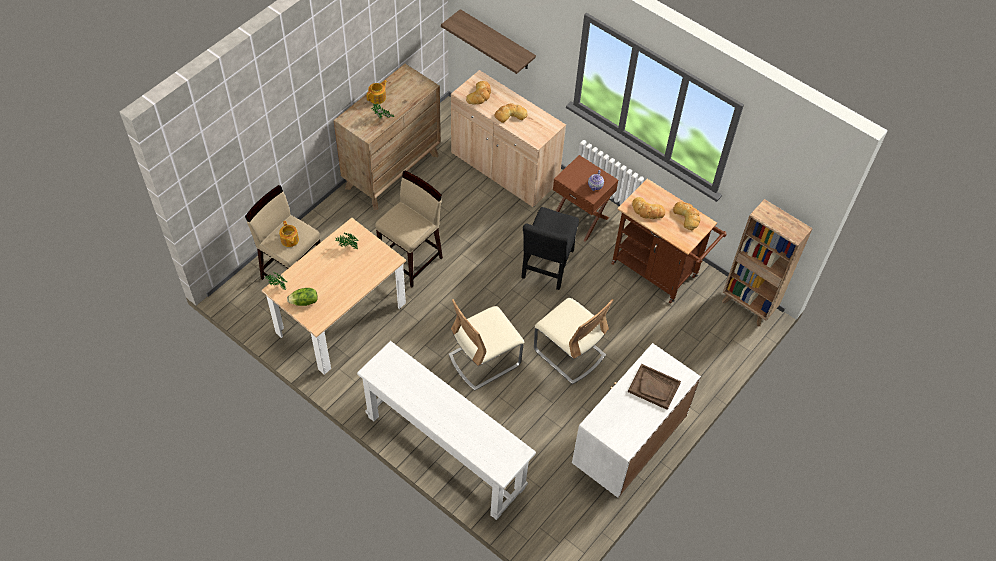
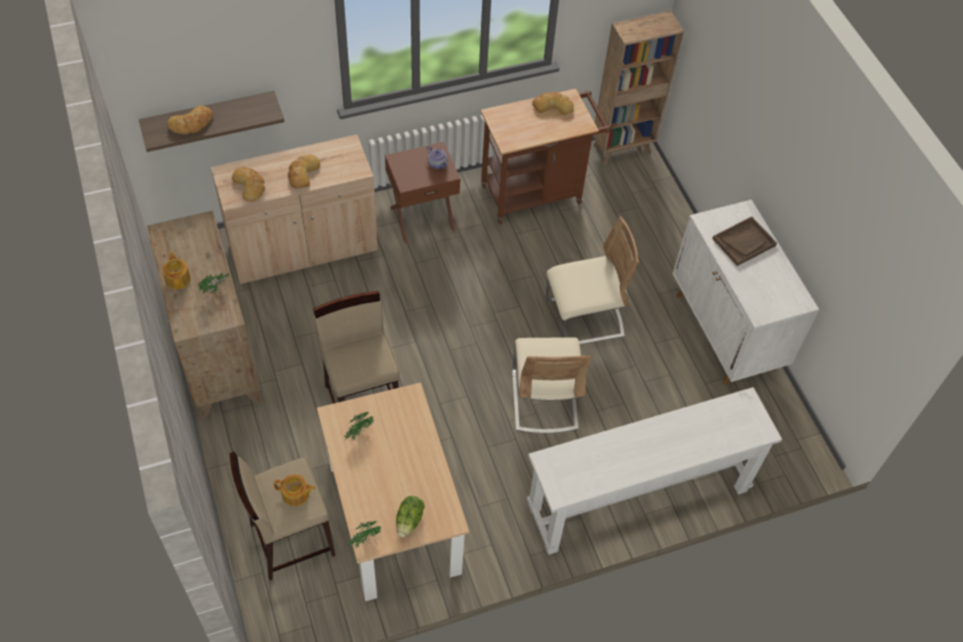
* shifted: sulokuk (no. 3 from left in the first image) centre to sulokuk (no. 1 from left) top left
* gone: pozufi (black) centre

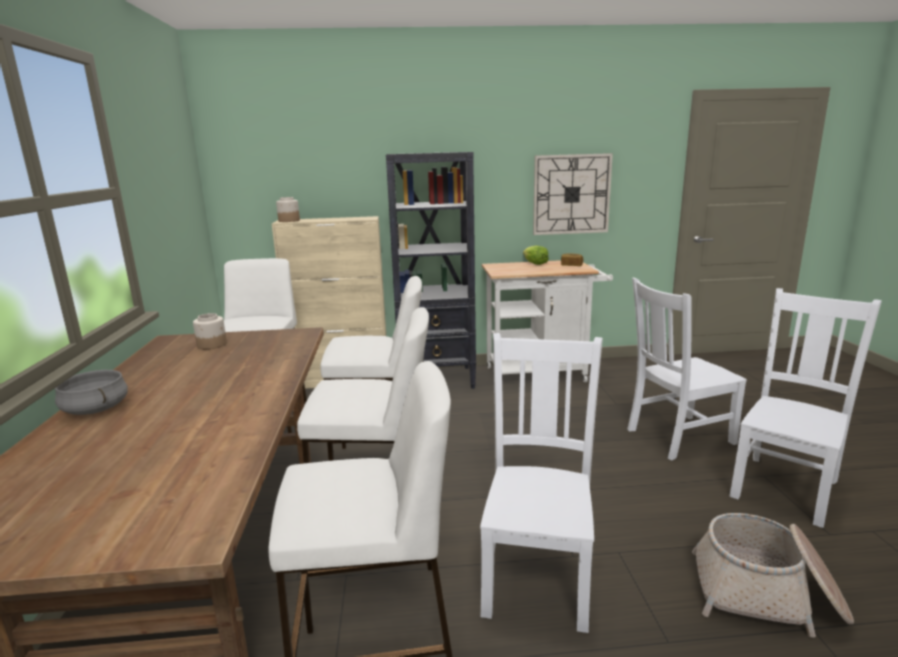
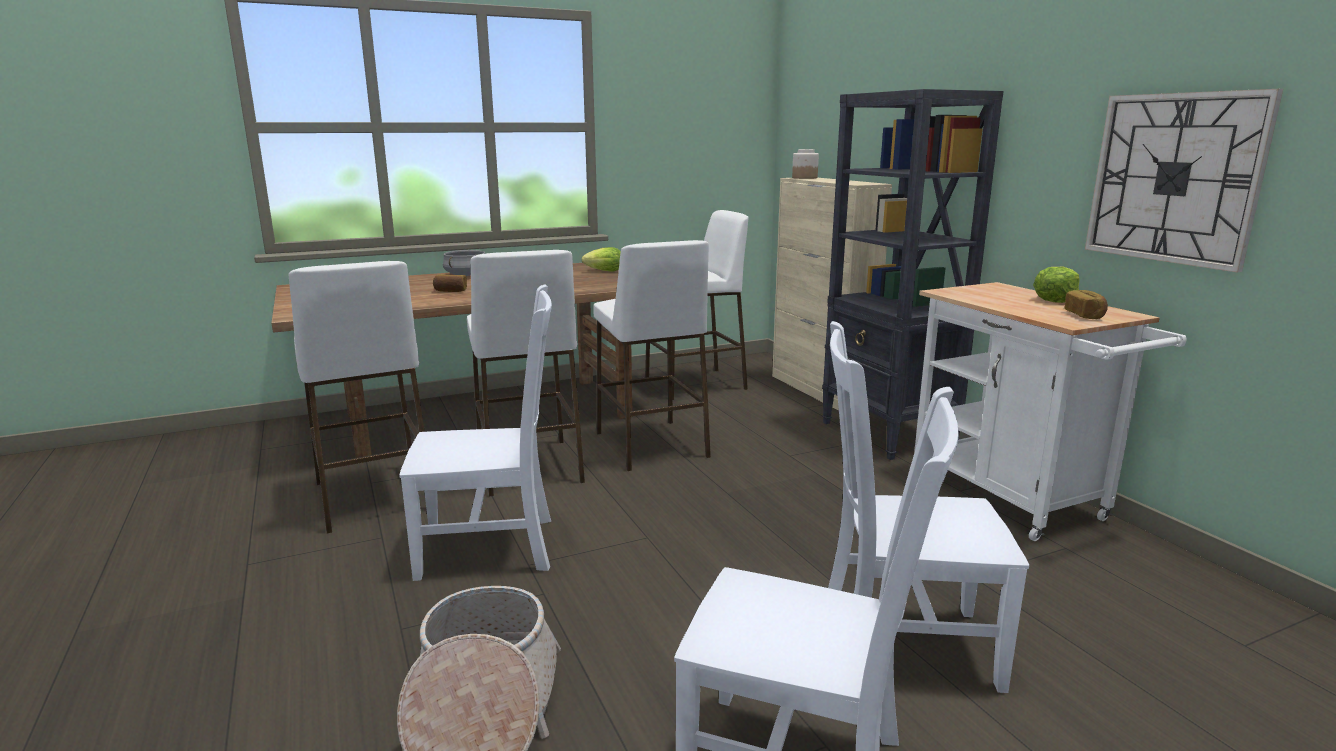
* rotated: pozufi (white) (no. 2 from left in the first image) middle right = bottom right 45 degrees counterclockwise
* swapped: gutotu (no. 1 from left) middle left to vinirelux (no. 1 from left) centre
* new: sulokuk (no. 1 from left) centre

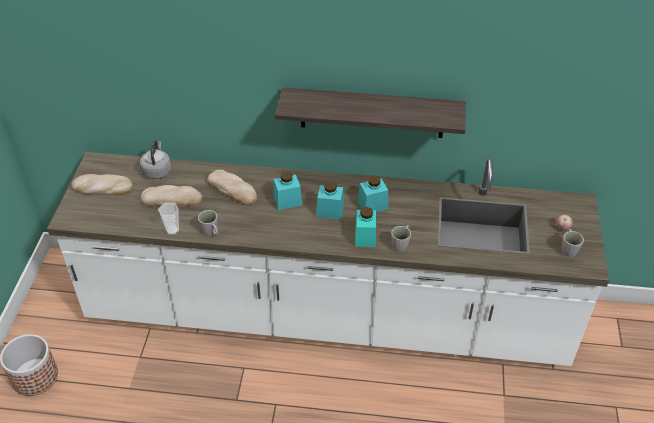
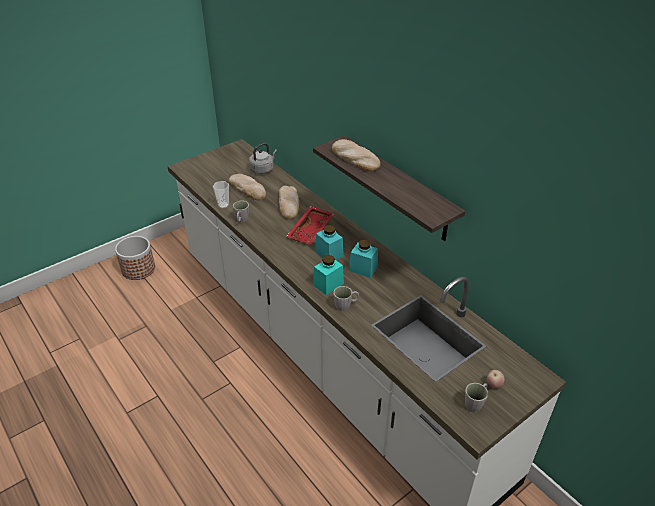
* swapped: gutotu (turquoise) (no. 1 from left) centre to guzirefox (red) centre
* shifted: sulokuk (no. 1 from left in the first image) middle left to sulokuk (no. 3 from left) top centre

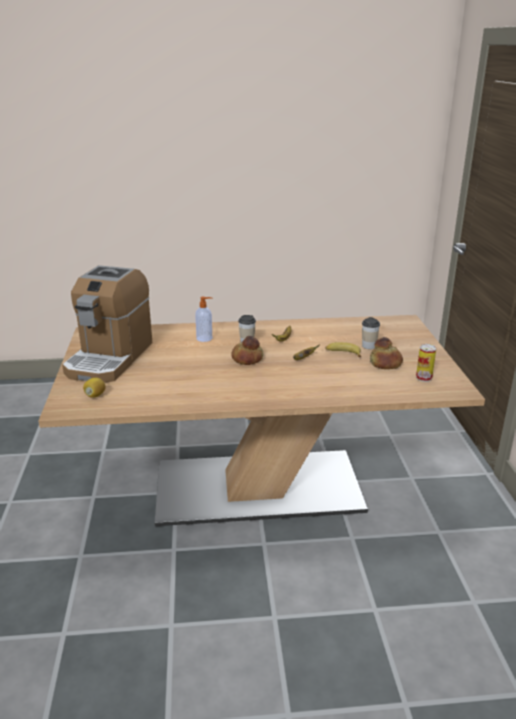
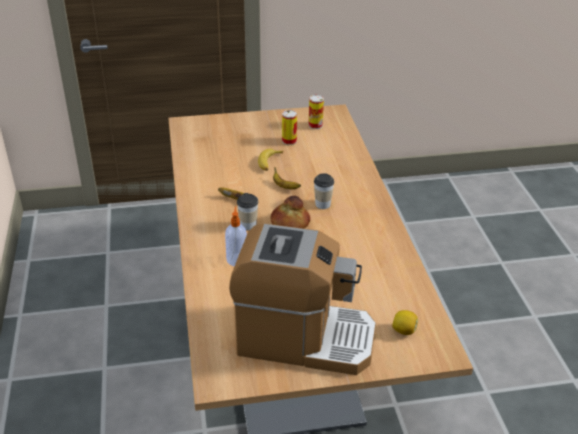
* shifted: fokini (no. 2 from left) middle right to centre
* swapped: sulokuk (no. 2 from left) middle right to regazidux (no. 1 from left) top centre

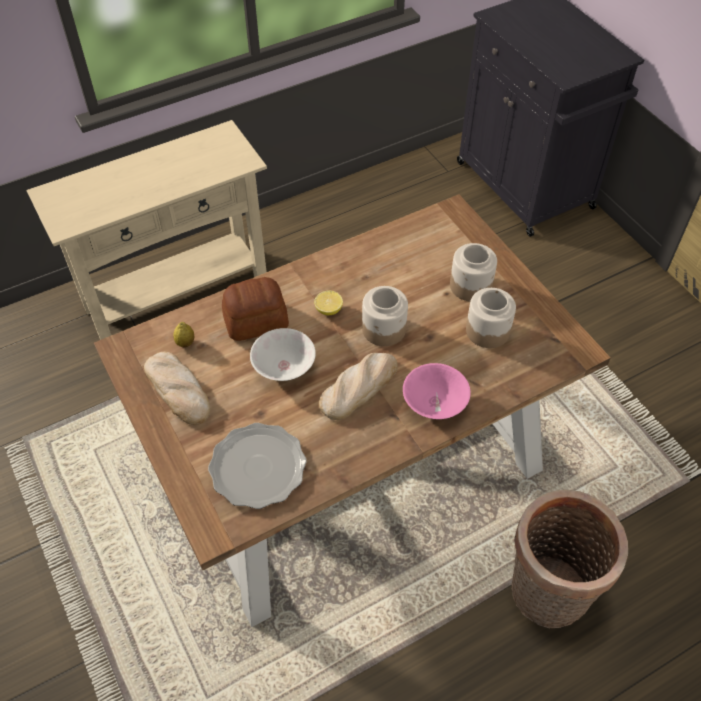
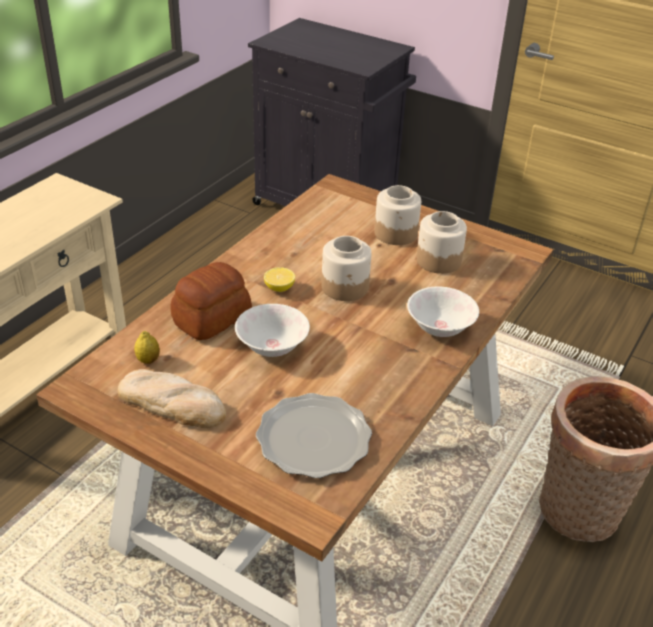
* gone: sulokuk (no. 3 from left) centre
* repainted: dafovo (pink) centre to dafovo (white) (no. 2 from left) middle right

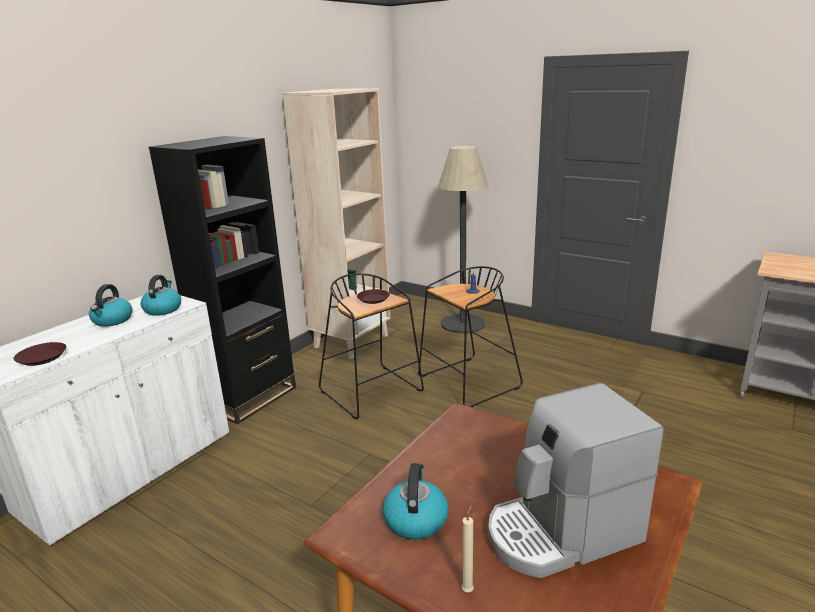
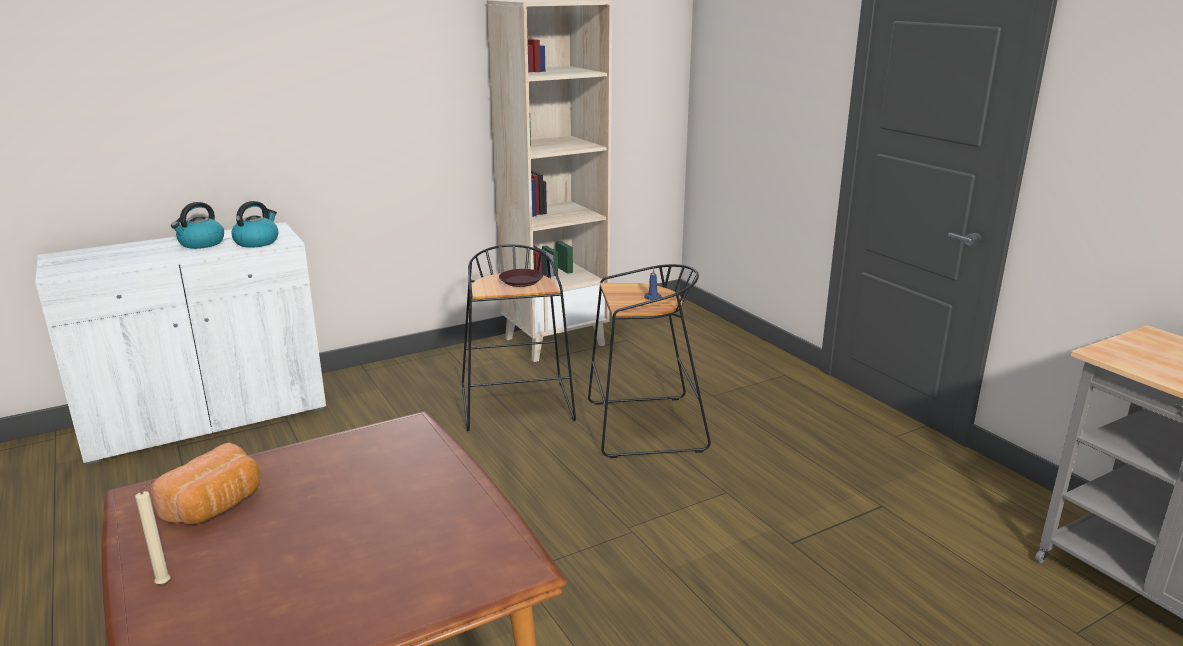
* gone: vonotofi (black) middle left
* gone: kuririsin centre
* gone: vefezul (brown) (no. 1 from left) middle left
* gone: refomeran bottom right
* swapped: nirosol (no. 3 from left) bottom centre to sulokuk bottom left

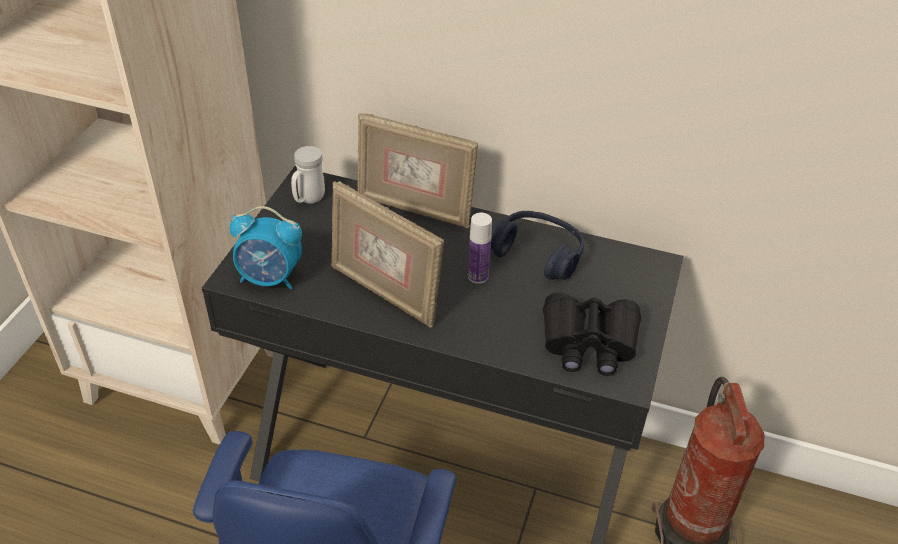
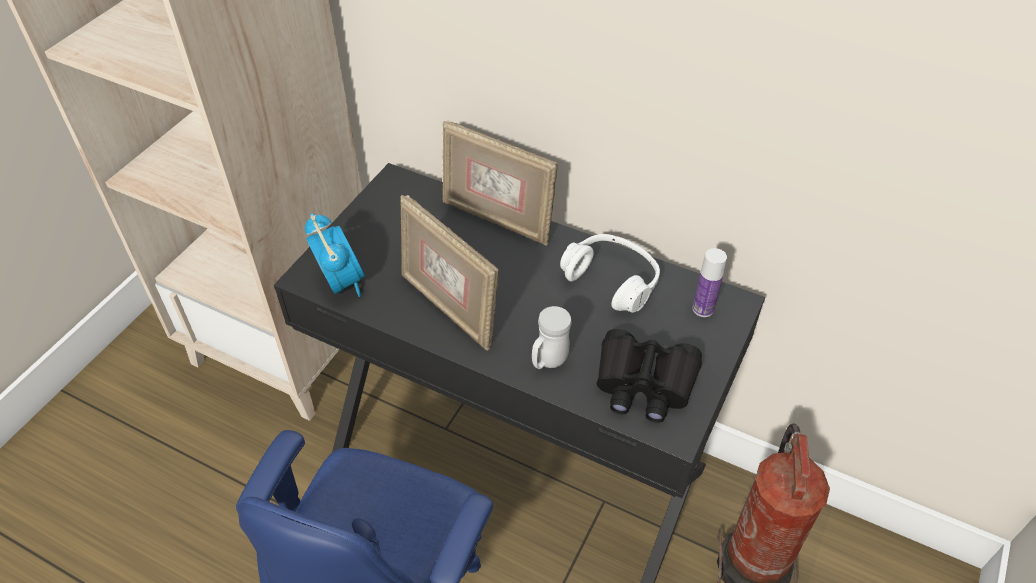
* shifted: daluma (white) top centre to centre
* rotated: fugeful middle left = middle left 135 degrees counterclockwise
* repainted: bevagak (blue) centre to bevagak (white) centre
* shifted: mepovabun centre to middle right

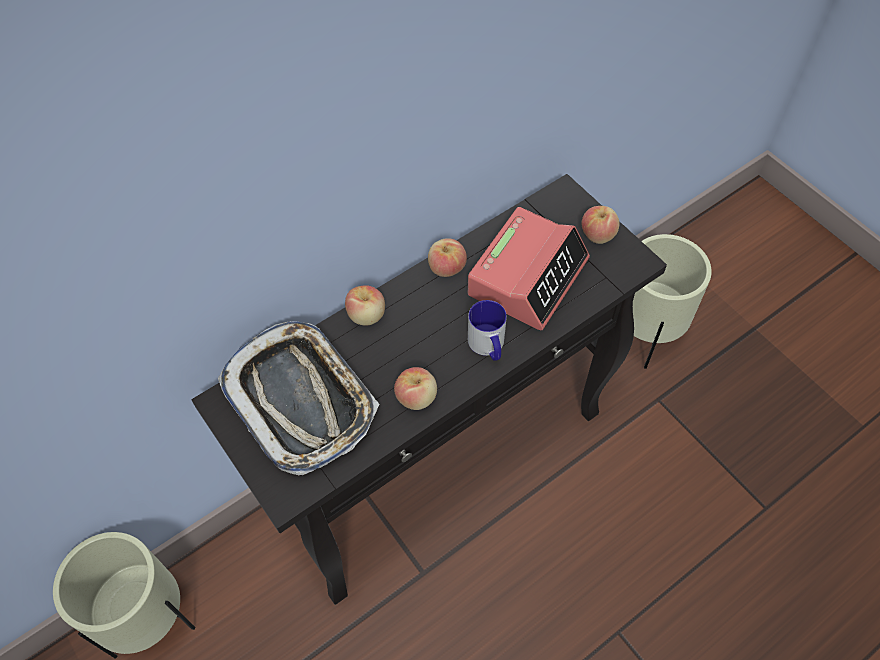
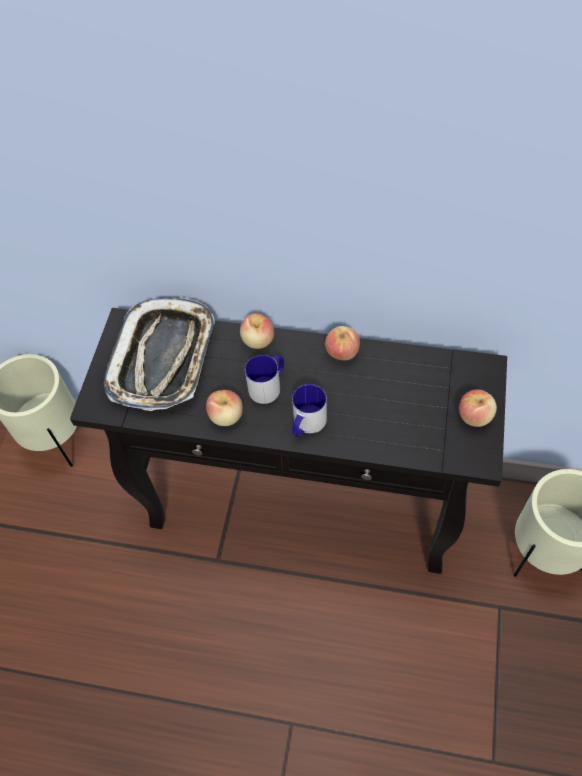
* gone: fugeful centre
* new: daluma (no. 1 from left) centre

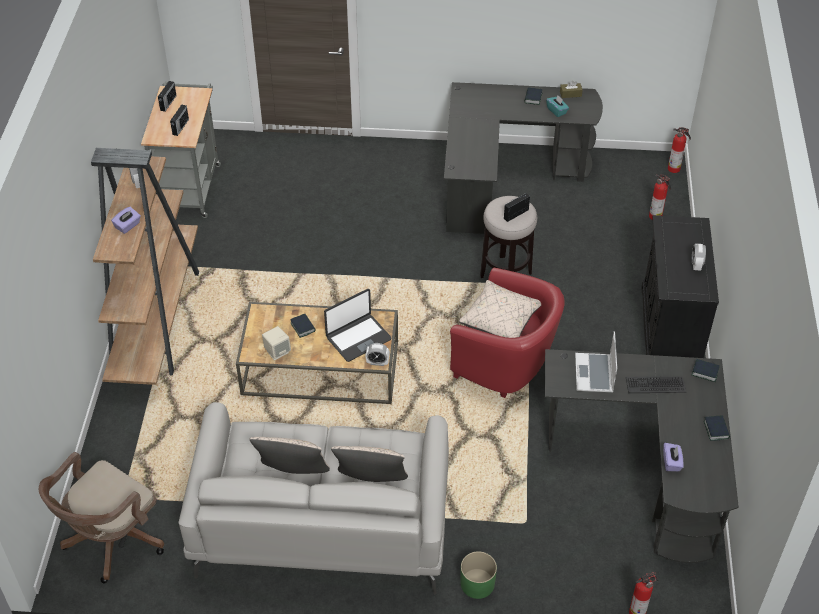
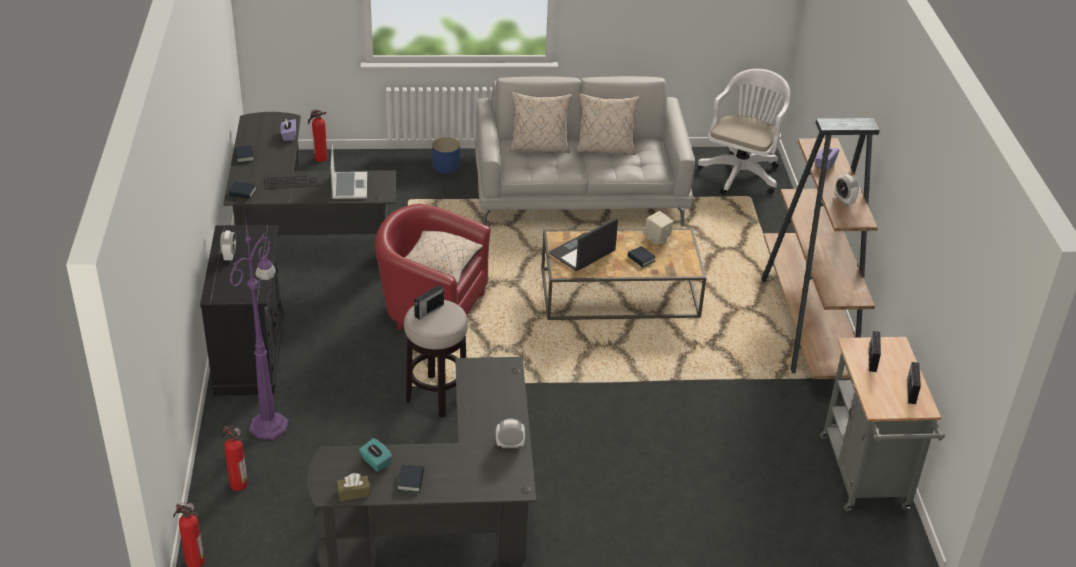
* shifted: fugeful (no. 2 from left) centre to bottom centre
* repainted: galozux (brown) bottom left to galozux (white) top right
* repainted: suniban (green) bottom centre to suniban (blue) top centre
* new: kuririsin (purple) middle left

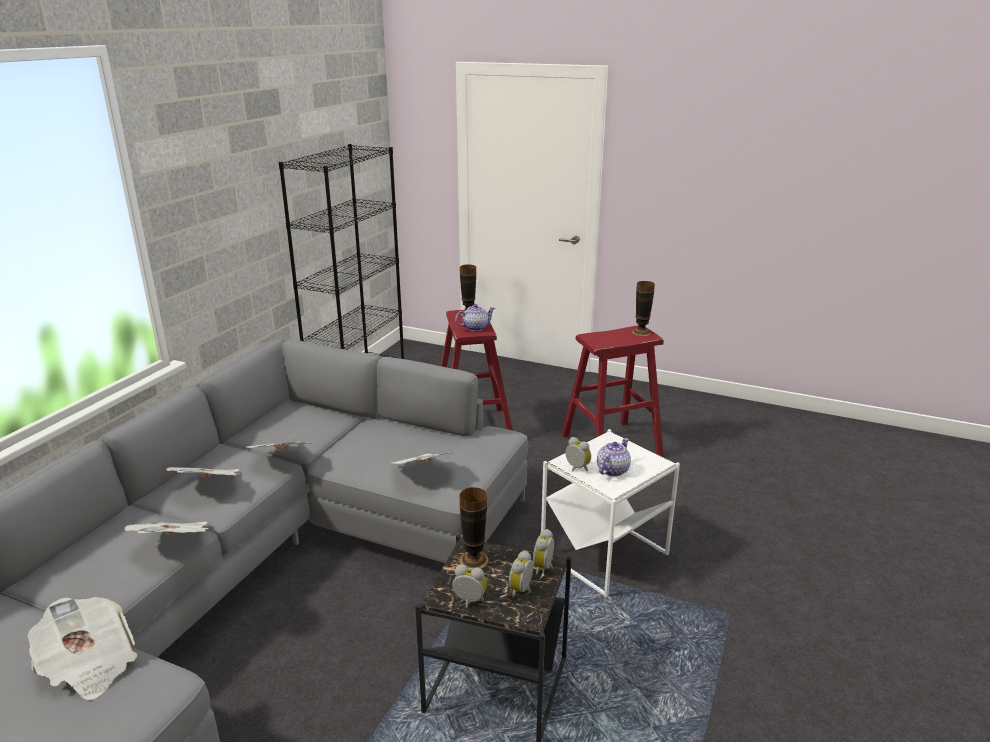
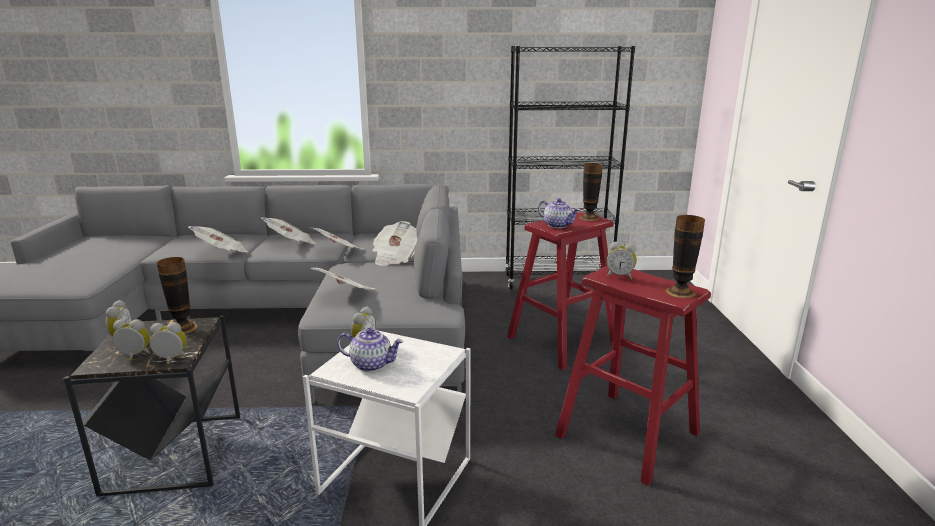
* shifted: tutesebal (no. 1 from left in the first image) bottom left to tutesebal (no. 5 from left) centre
* new: fugeful (no. 5 from left) centre

